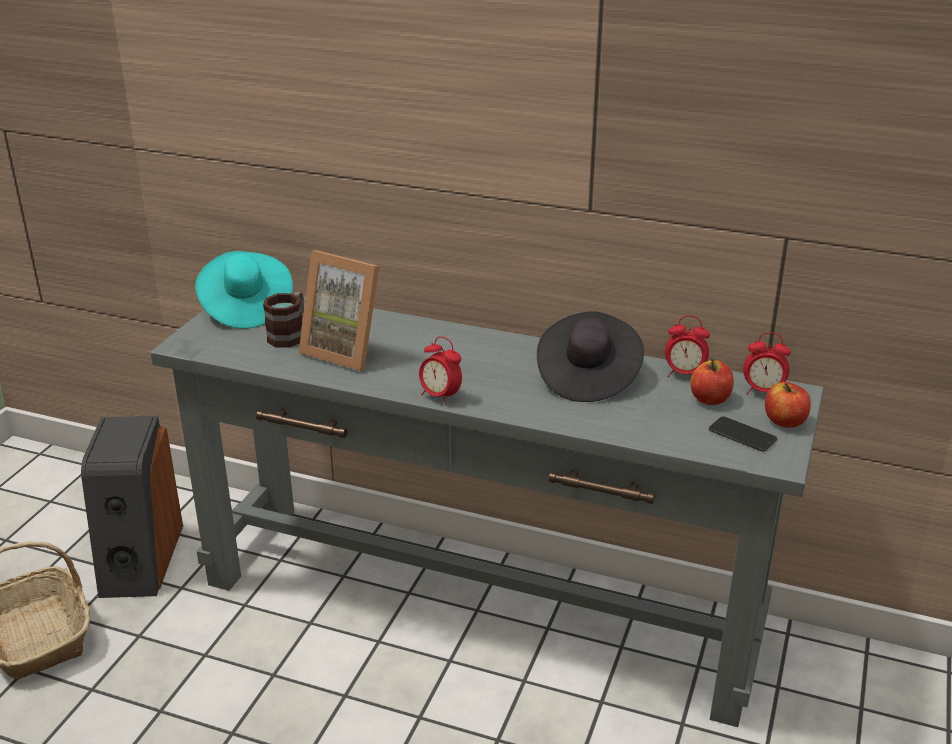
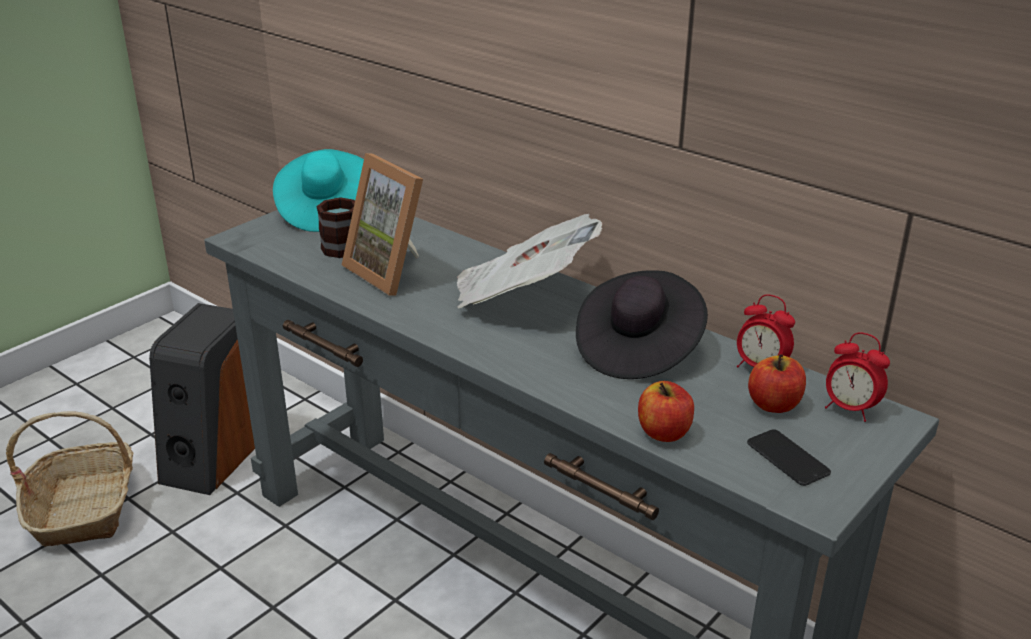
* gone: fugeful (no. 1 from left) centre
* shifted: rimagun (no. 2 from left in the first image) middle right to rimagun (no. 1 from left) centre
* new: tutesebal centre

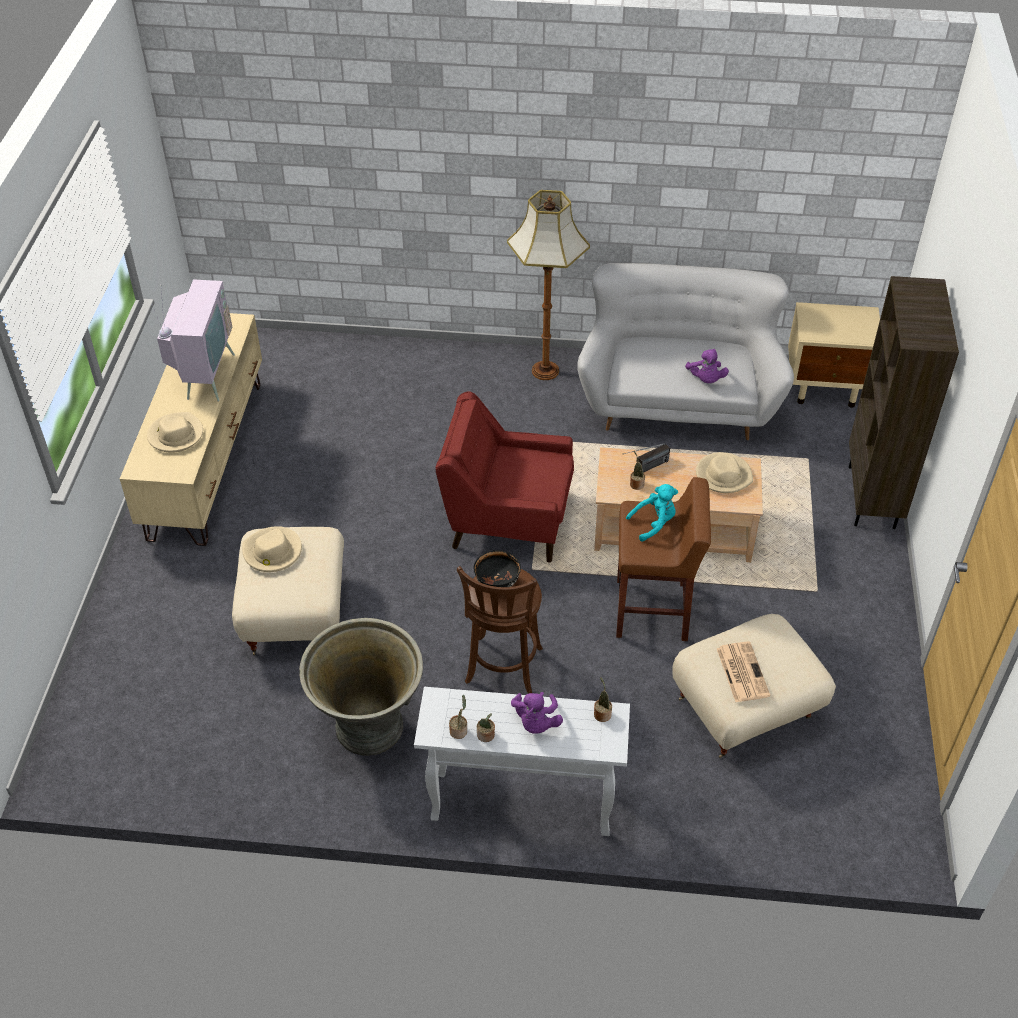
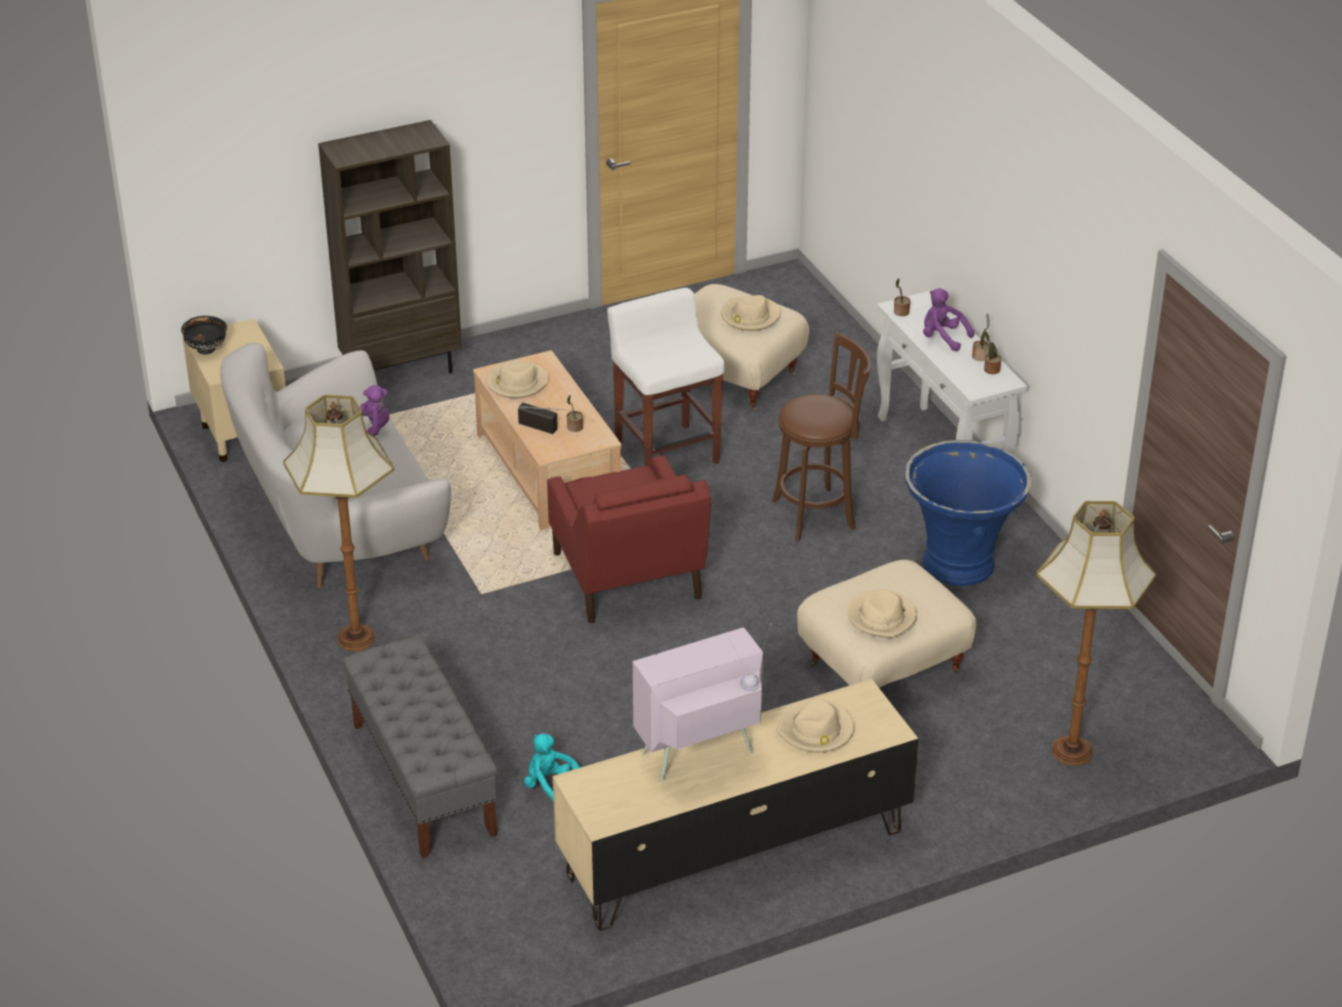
* repainted: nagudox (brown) (no. 2 from left) centre to nagudox (white) centre
* shifted: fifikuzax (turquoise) centre to bottom centre
* shifted: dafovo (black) centre to top left
* repainted: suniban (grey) bottom centre to suniban (blue) middle right
* swapped: tutesebal middle right to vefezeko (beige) (no. 2 from left) top centre
* rotated: fifikuzax (purple) (no. 1 from left in the first image) bottom centre = top right 120 degrees counterclockwise
* new: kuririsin (no. 2 from left) middle right
* new: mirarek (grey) bottom left

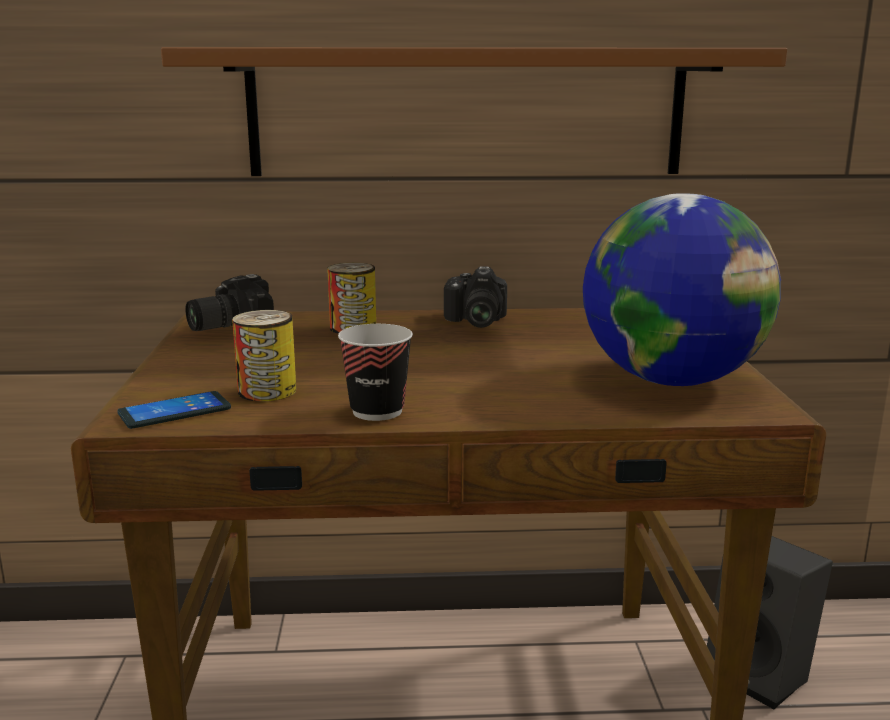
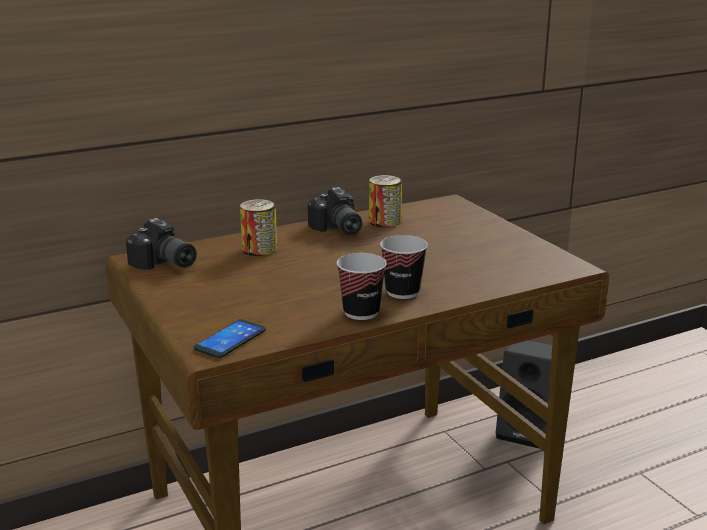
* gone: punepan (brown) top centre
* gone: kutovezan middle right
* rotated: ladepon (no. 1 from left) middle left = middle left 75 degrees counterclockwise
* shifted: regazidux (no. 1 from left in the first image) middle left to regazidux (no. 2 from left) centre
* new: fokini (no. 2 from left) centre

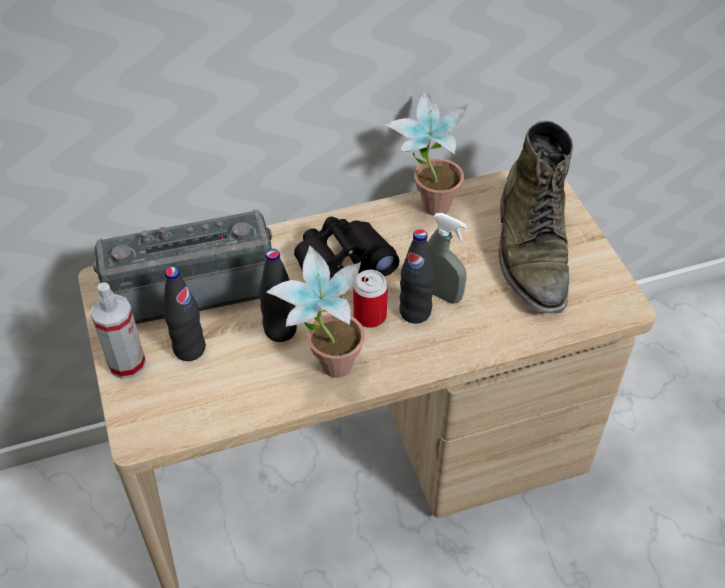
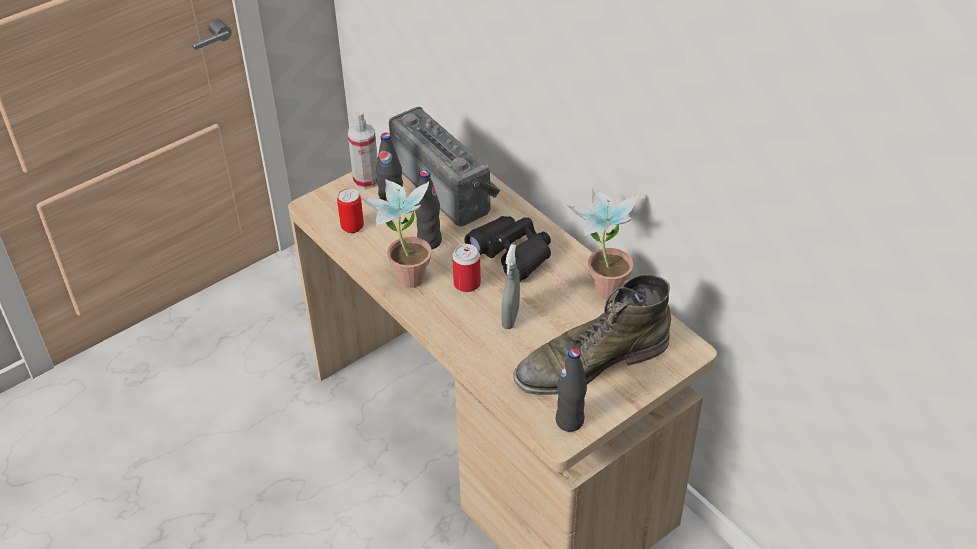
* shifted: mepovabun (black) (no. 3 from left) centre to bottom centre
* new: regazidux (no. 1 from left) centre

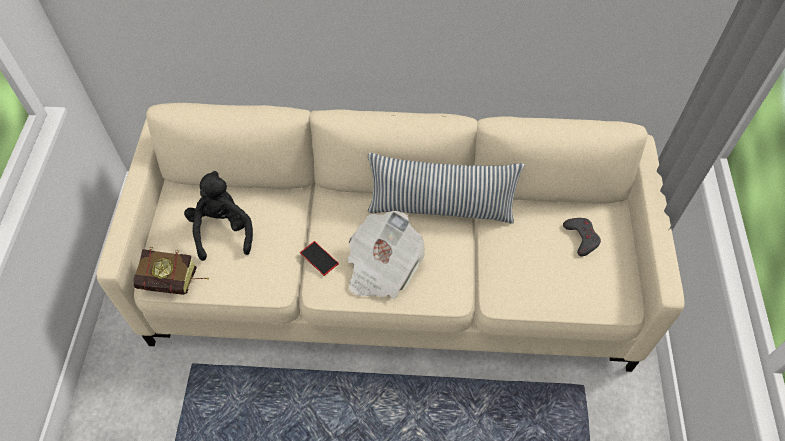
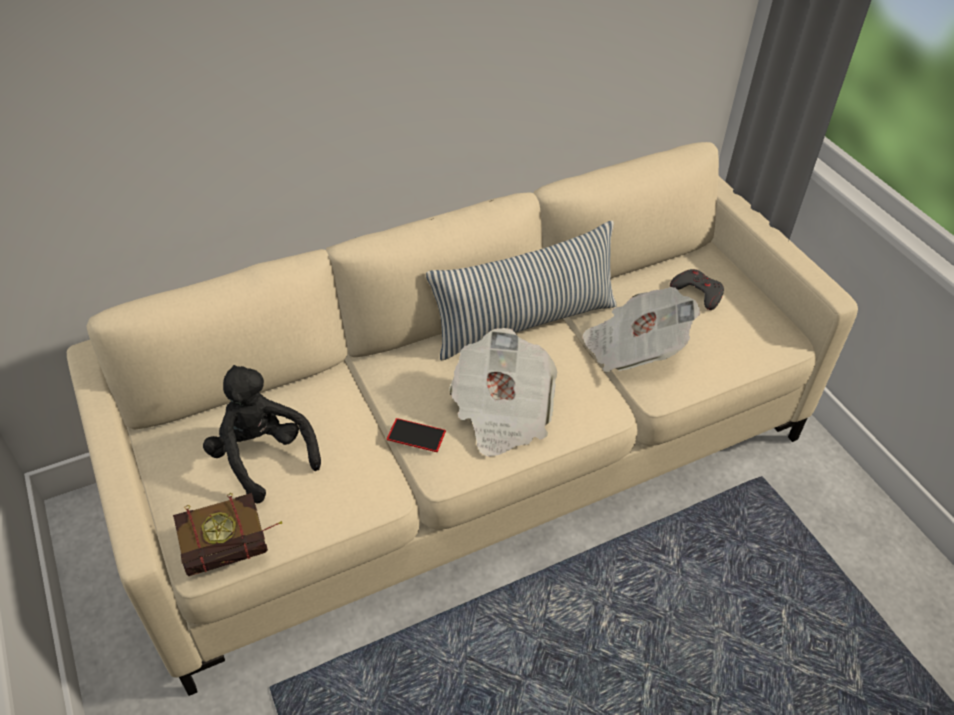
* new: tutesebal (no. 2 from left) middle right

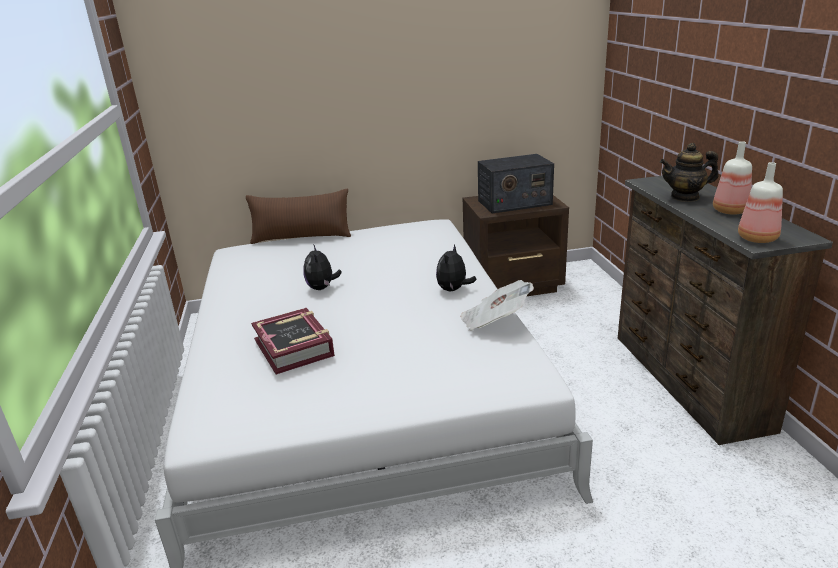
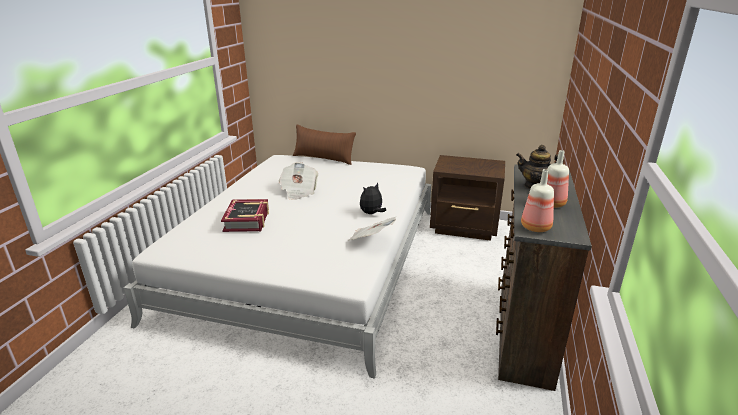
* gone: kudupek top centre
* swapped: fifikuzax (no. 1 from left) centre to tutesebal (no. 1 from left) centre

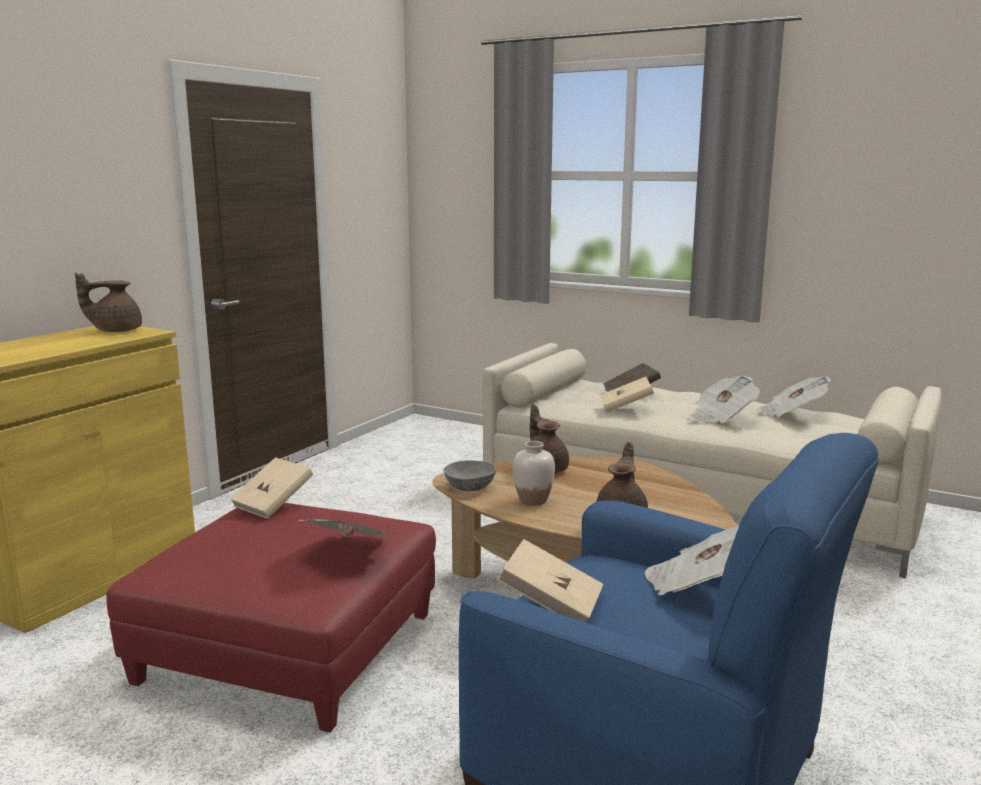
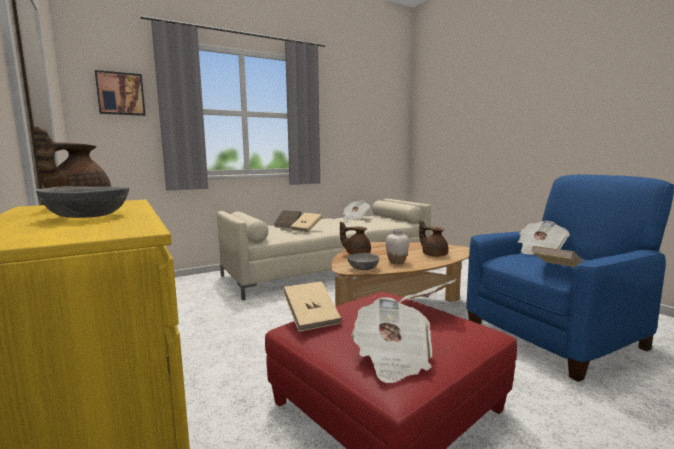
* shifted: tutesebal (no. 3 from left in the first image) middle right to tutesebal (no. 2 from left) bottom centre
* new: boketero top left
* new: dafovo (grey) (no. 1 from left) middle left

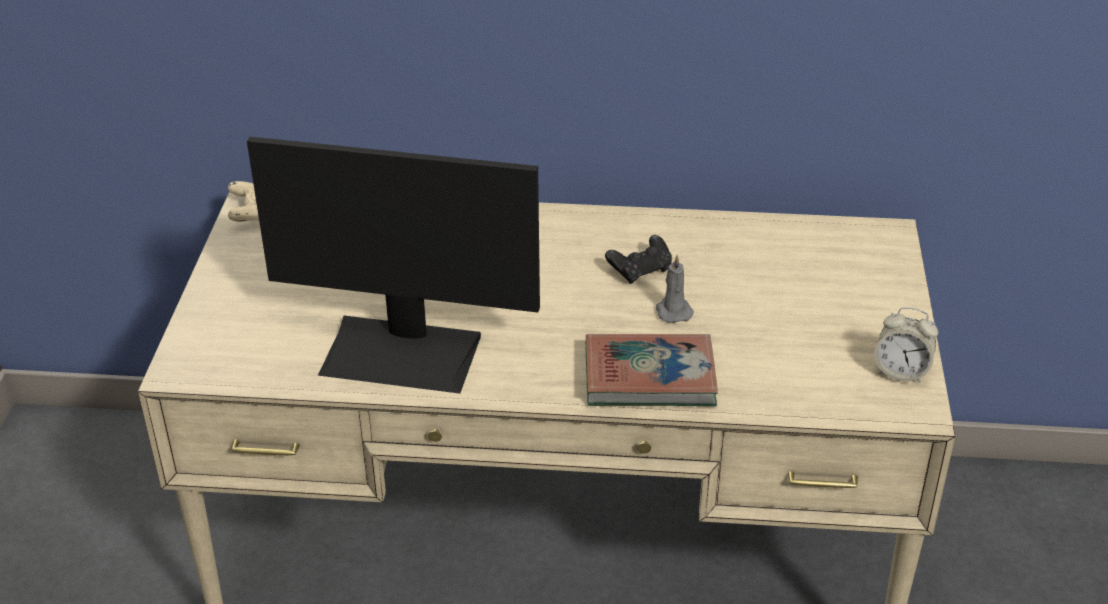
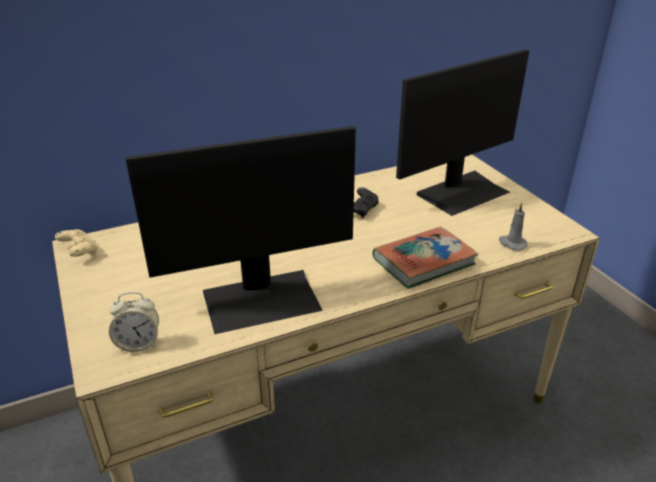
* shifted: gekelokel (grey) centre to middle right
* shifted: fugeful middle right to bottom left
* new: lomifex (no. 2 from left) top right

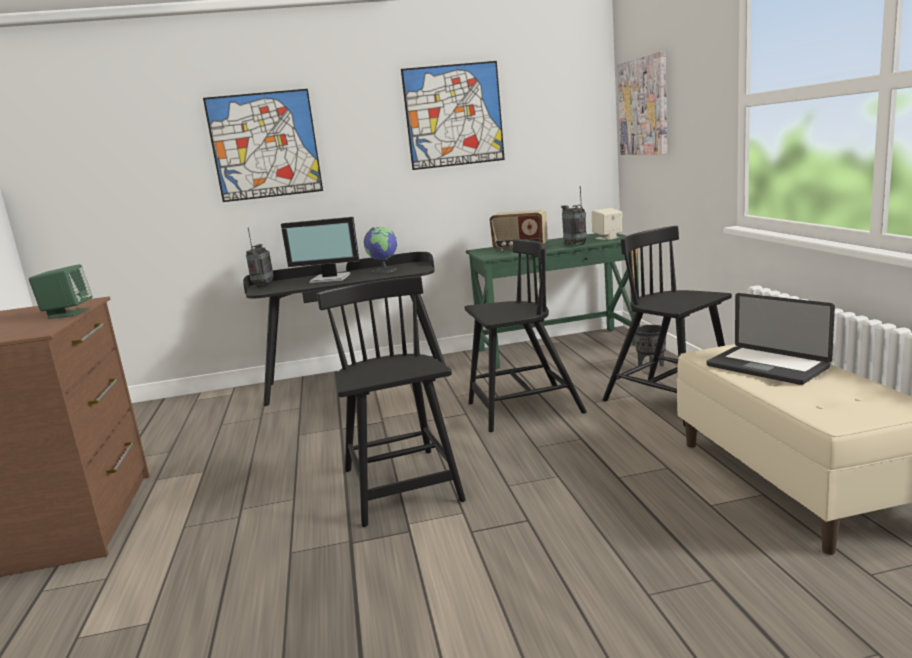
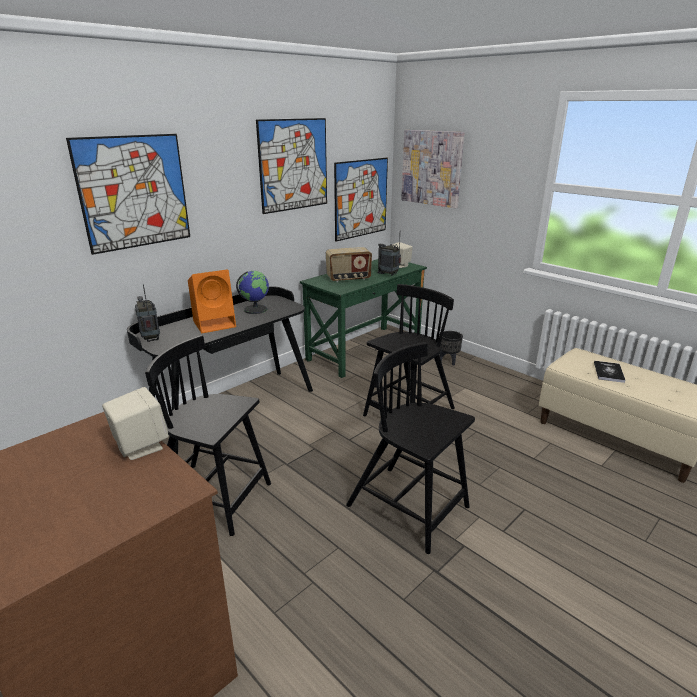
* swapped: lomifex centre to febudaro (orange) middle left
* shifted: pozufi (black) (no. 3 from left in the first image) middle right to pozufi (black) (no. 1 from left) middle left
* repainted: febudaro (green) middle left to febudaro (beige) (no. 1 from left) middle left
* swapped: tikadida middle right to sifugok middle right
* new: boketero (no. 3 from left) top centre

